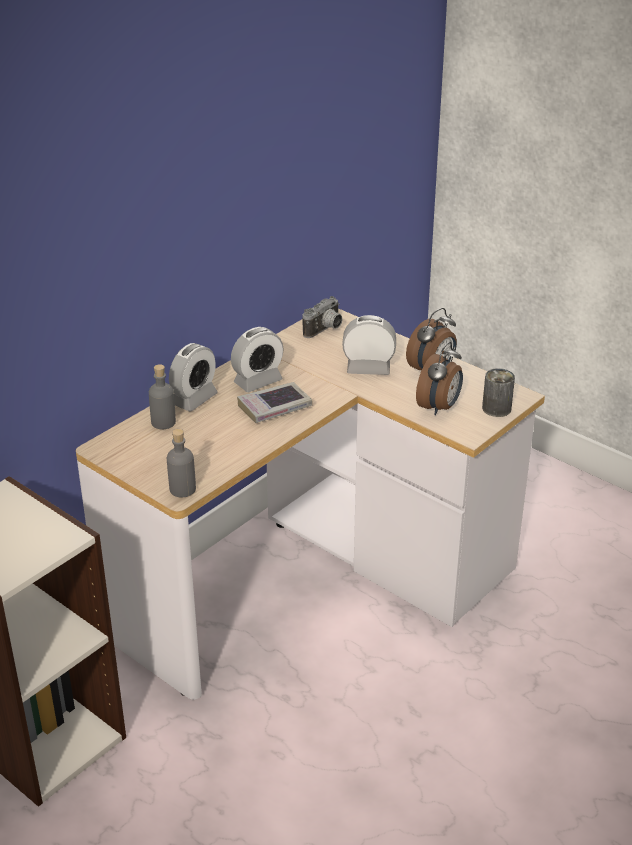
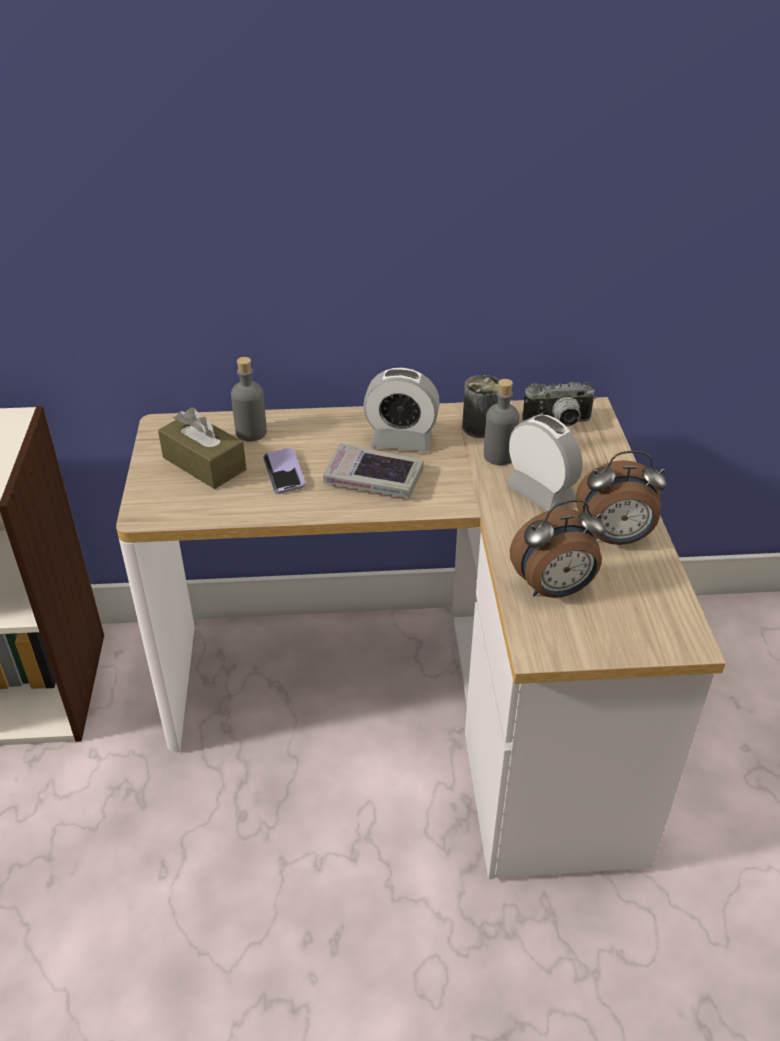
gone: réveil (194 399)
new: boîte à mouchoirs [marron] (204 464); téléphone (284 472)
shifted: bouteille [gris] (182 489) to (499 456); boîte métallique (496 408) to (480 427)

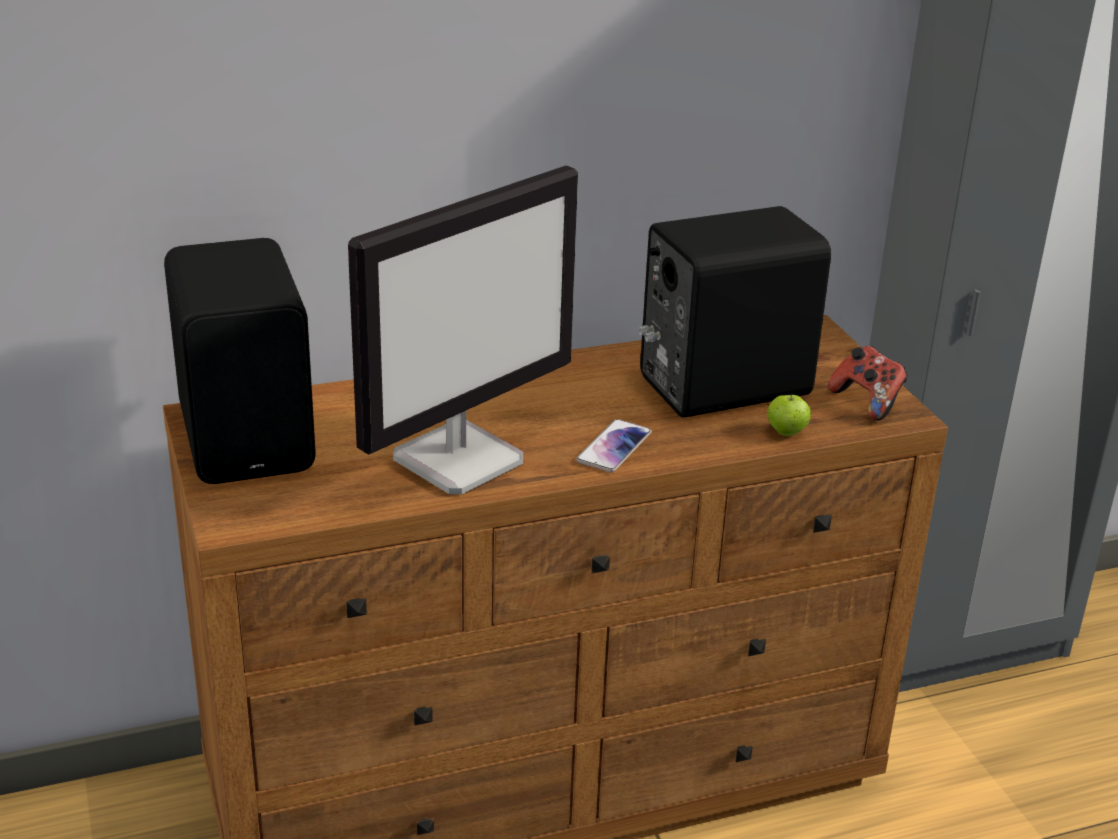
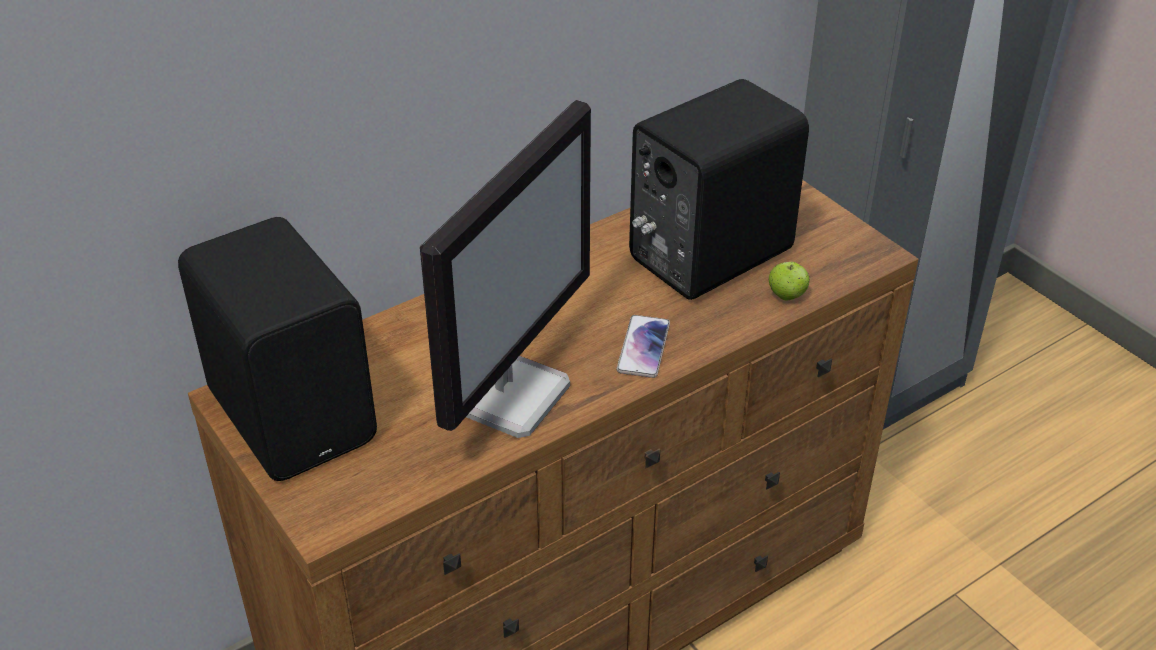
gone: manette (867 402)

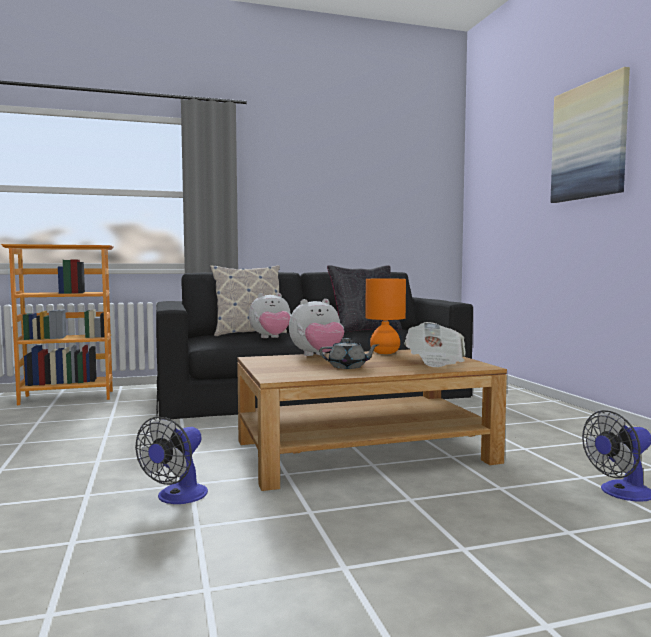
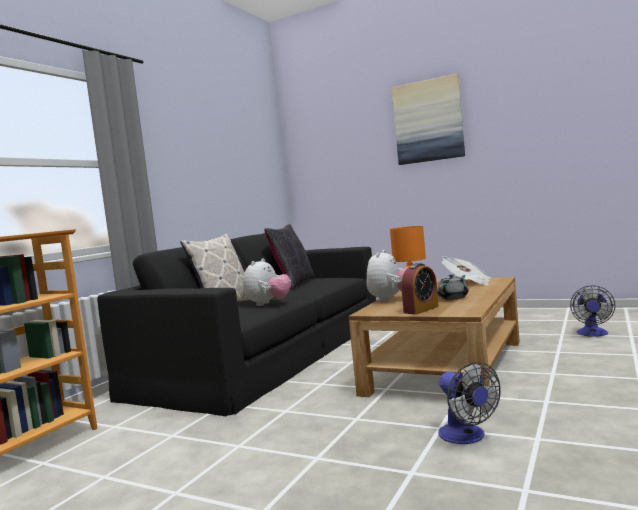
new: réveil (421 310)

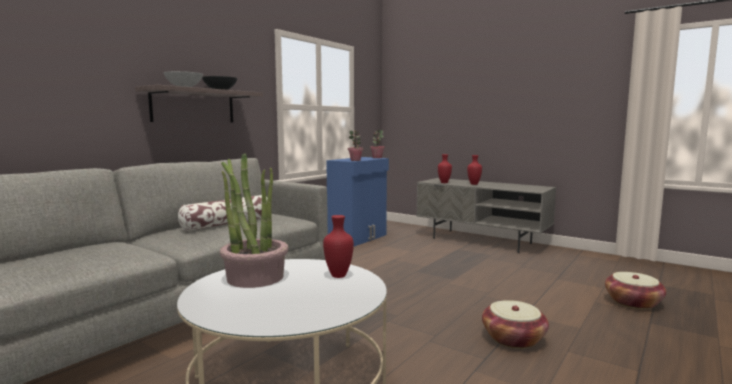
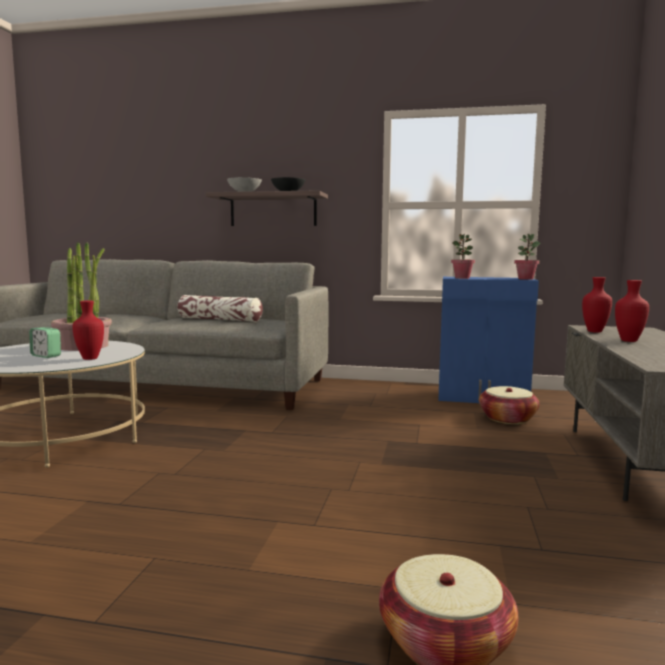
new: réveil (46 356)
shifted: panier (513 338) to (507 418)

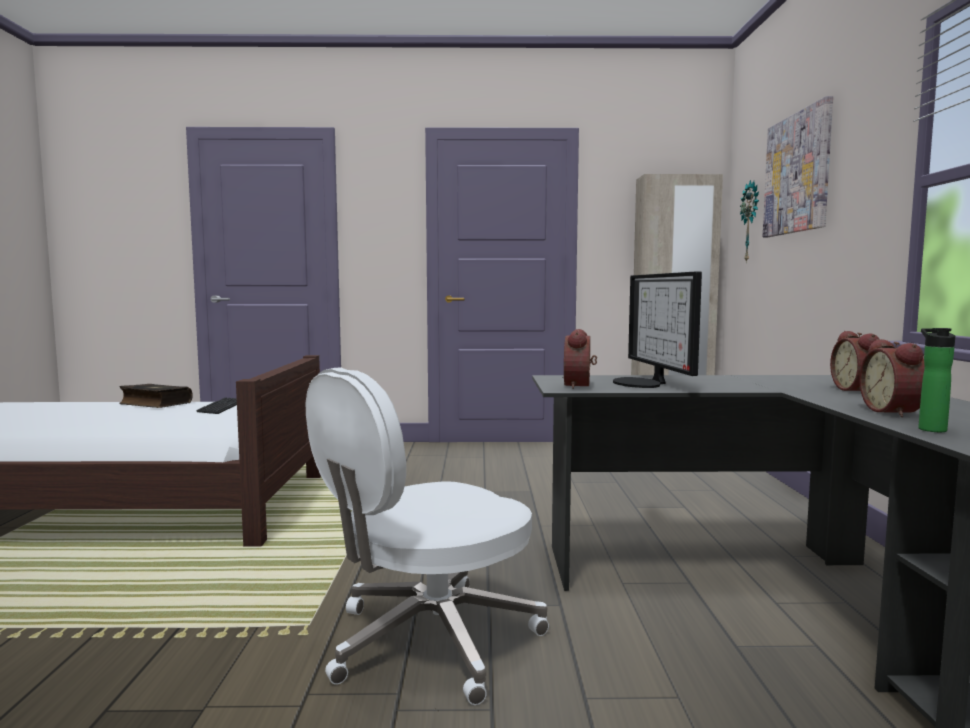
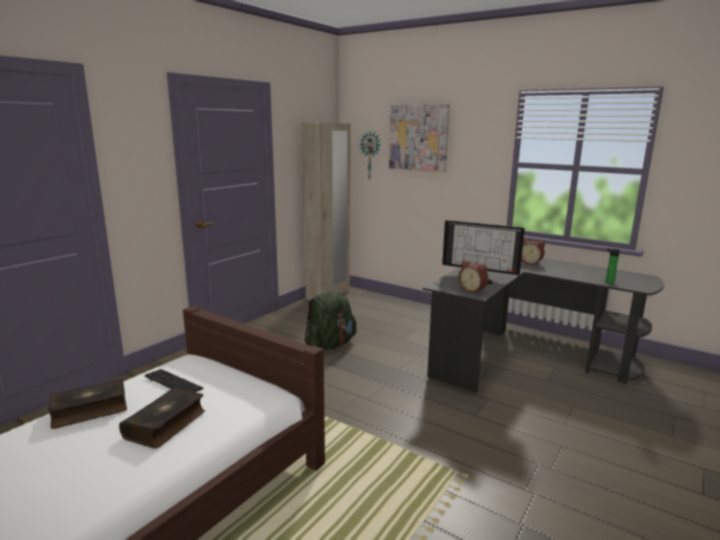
gone: chaise de bureau [blanc] (429 641); réveil (894 412)
new: livre (166 425); sac à dos [vert] (330 345)

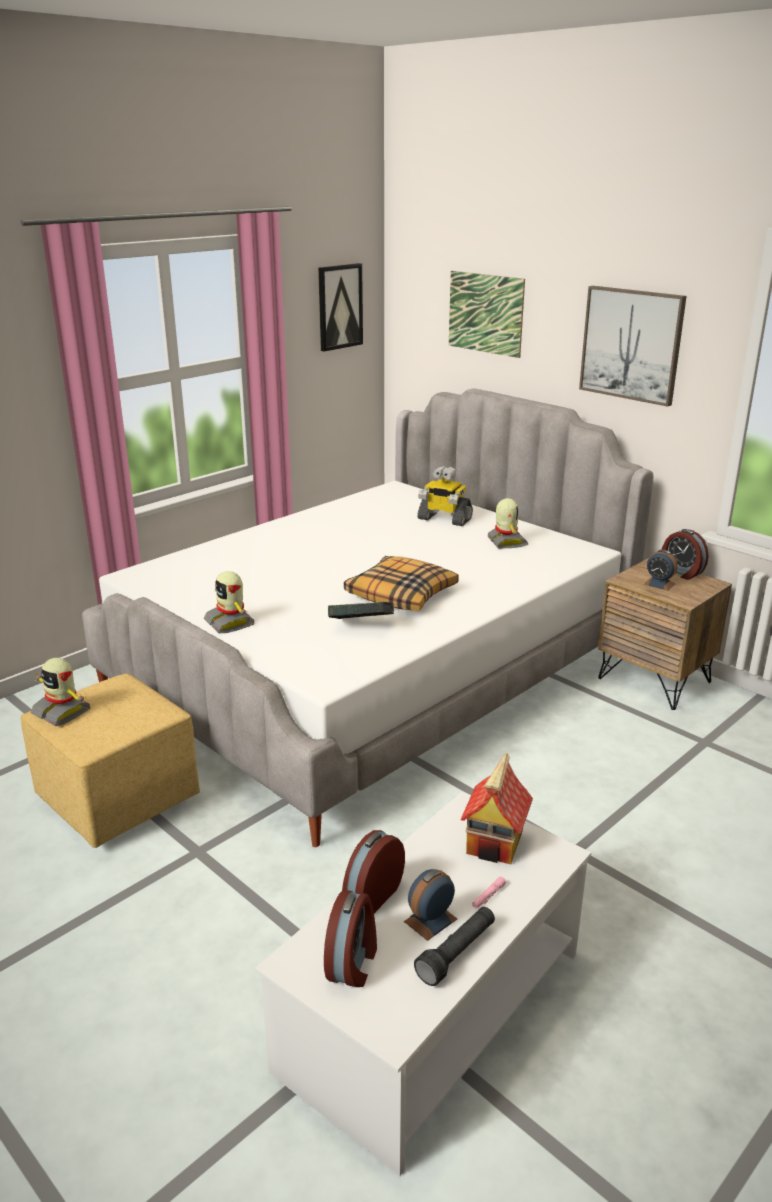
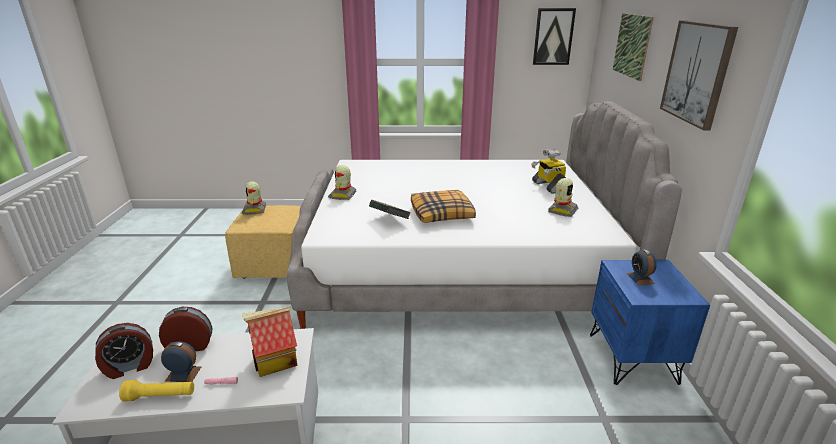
gone: réveil (680 572)
repainted: lampe de poche [noir] (457 953) to lampe de poche [jaune] (160 396); table de chevet [marron] (655 680) to table de chevet [bleu] (633 358)

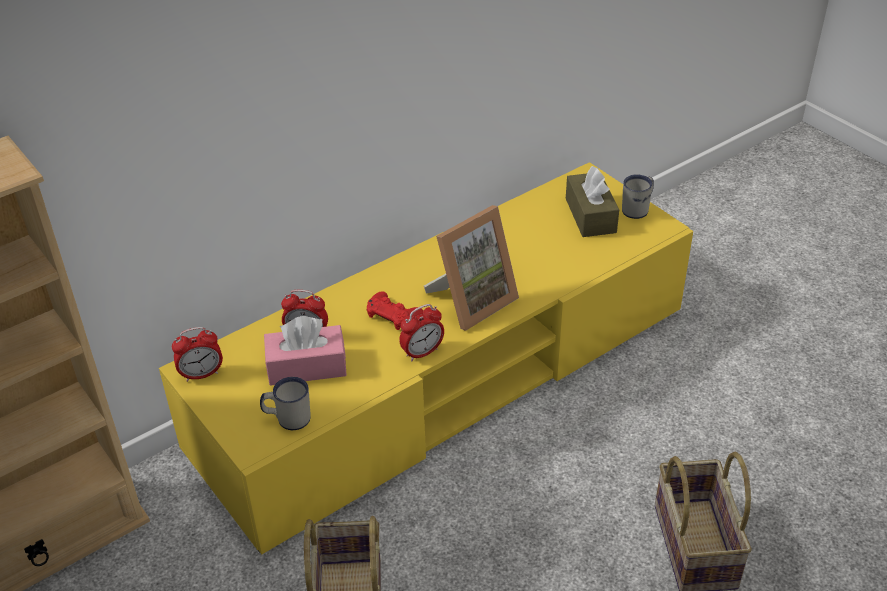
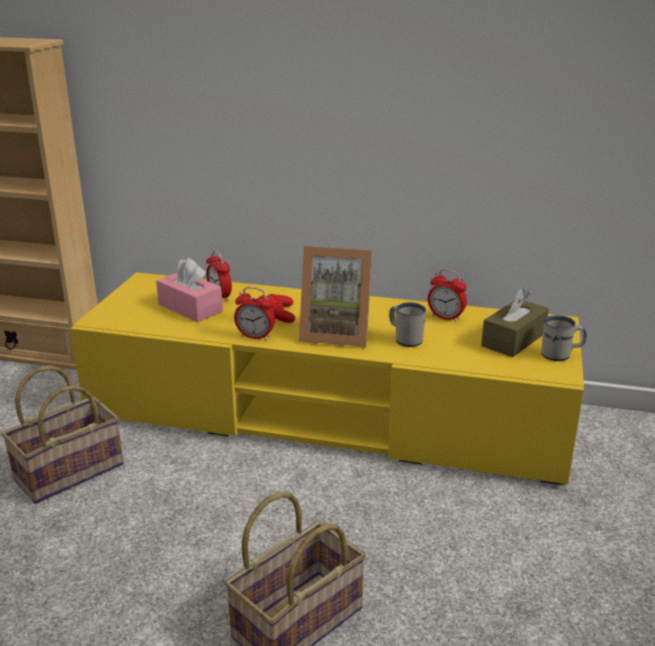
shifted: réveil (201 374) to (445 318); mug [blanc] (288 418) to (405 339)

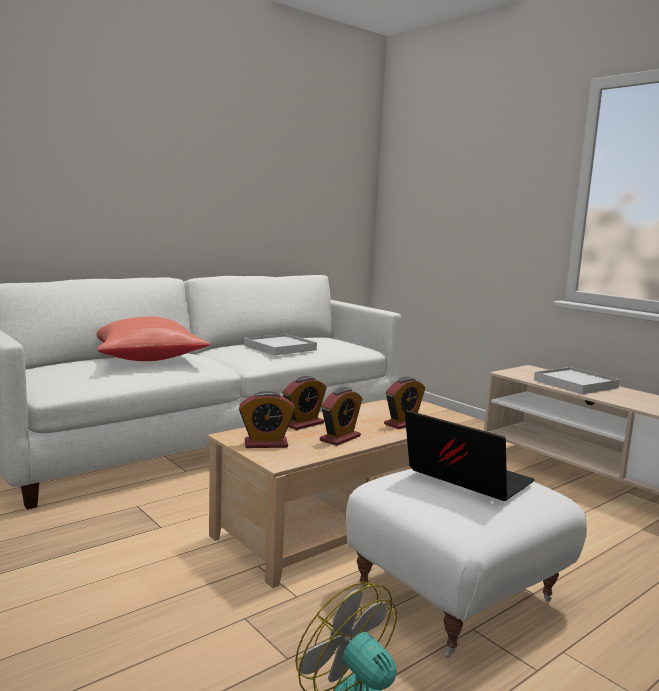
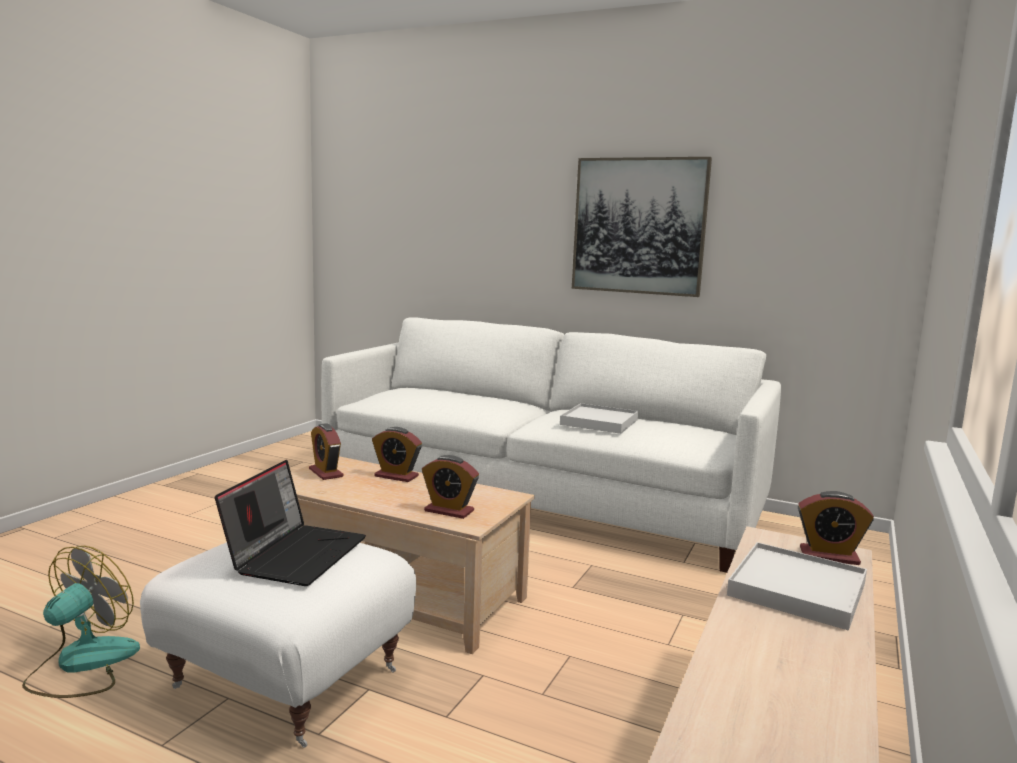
gone: coussin [rouge] (147 358)
new: tableau (639 226)
shifted: réveil (340 438) to (829 556)

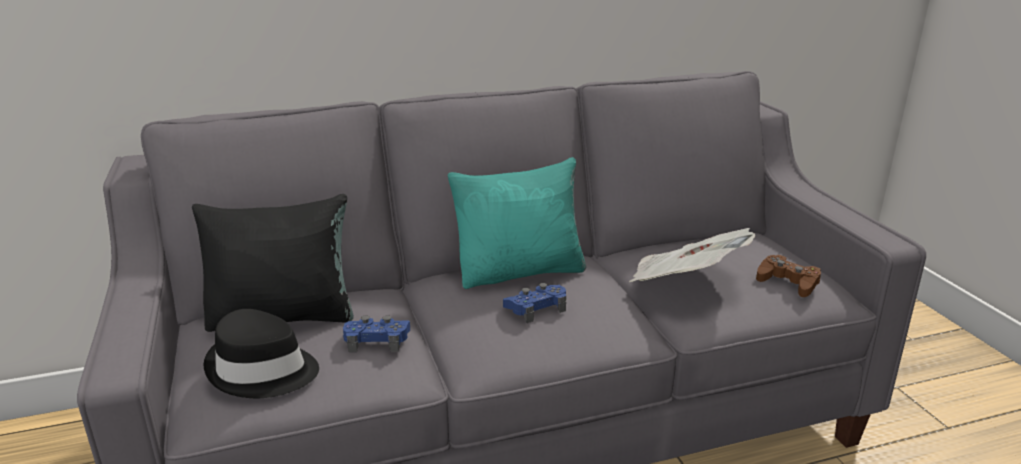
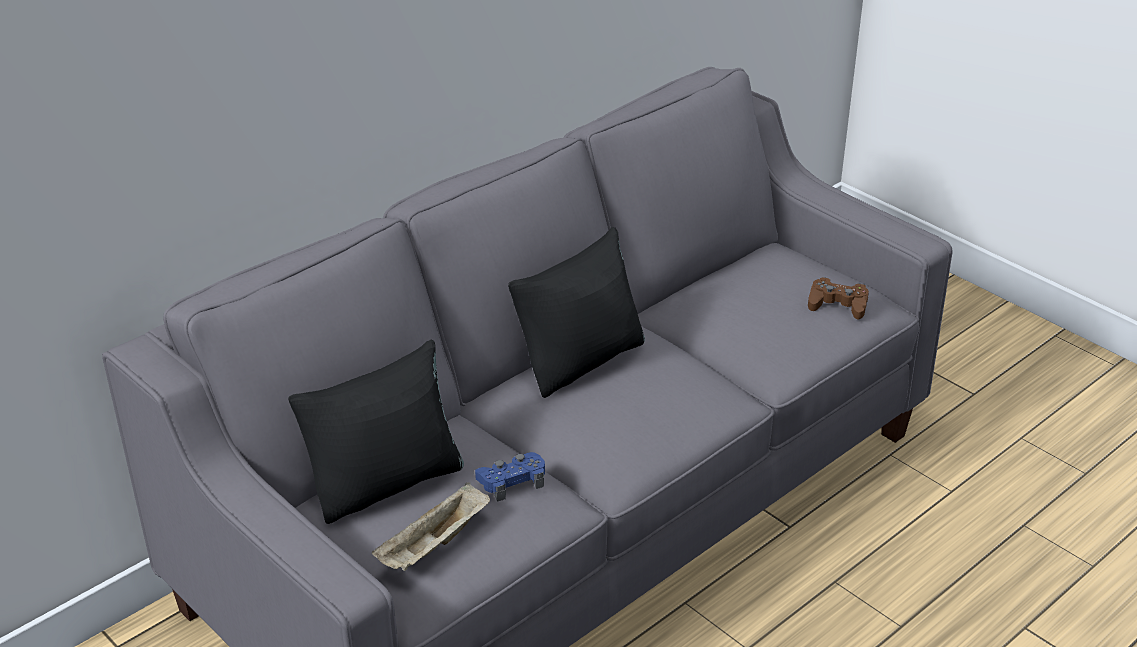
gone: manette [bleu] (536 308); journal (684 283)
swapped: chapeau [noir] (262 371) to plateau [beige] (434 546)
repainted: coussin [turquoise] (520 272) to coussin [noir] (581 361)

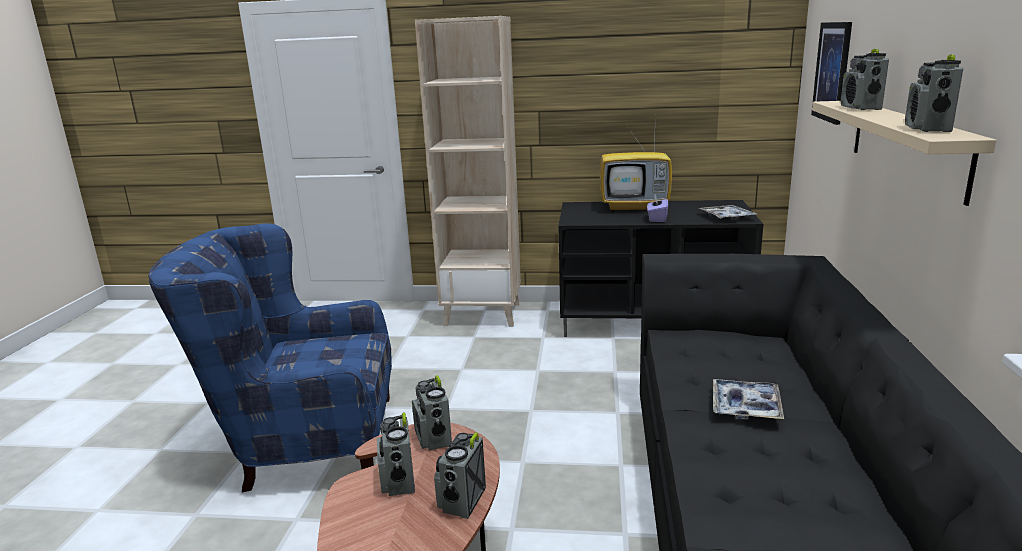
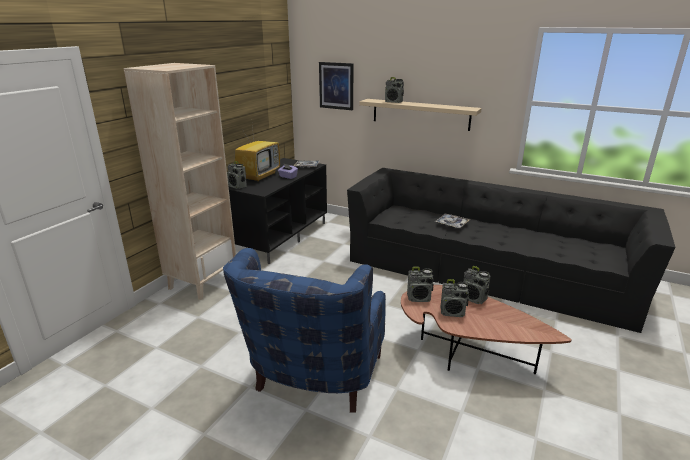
shifted: radio (927 129) to (237 186)

